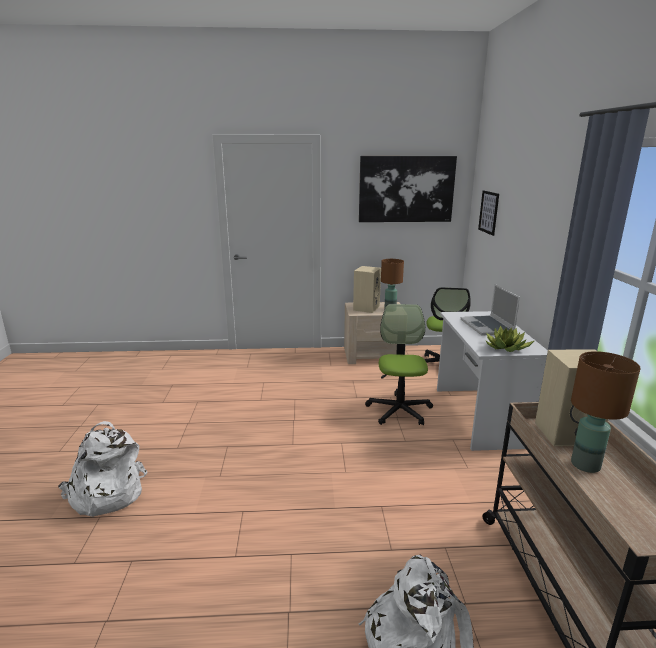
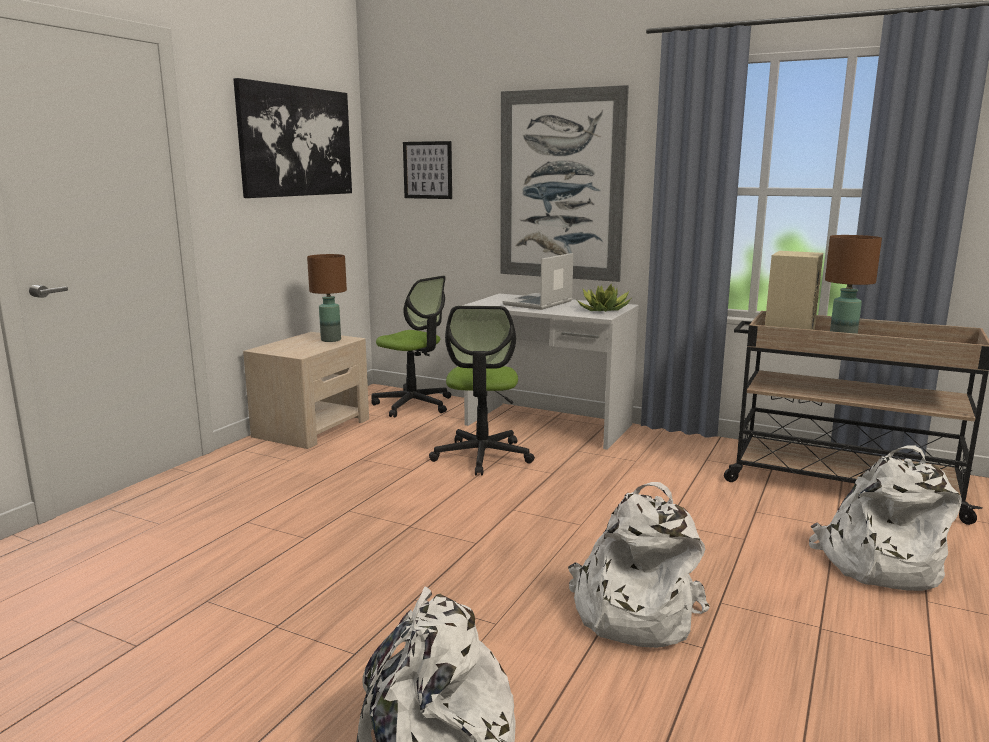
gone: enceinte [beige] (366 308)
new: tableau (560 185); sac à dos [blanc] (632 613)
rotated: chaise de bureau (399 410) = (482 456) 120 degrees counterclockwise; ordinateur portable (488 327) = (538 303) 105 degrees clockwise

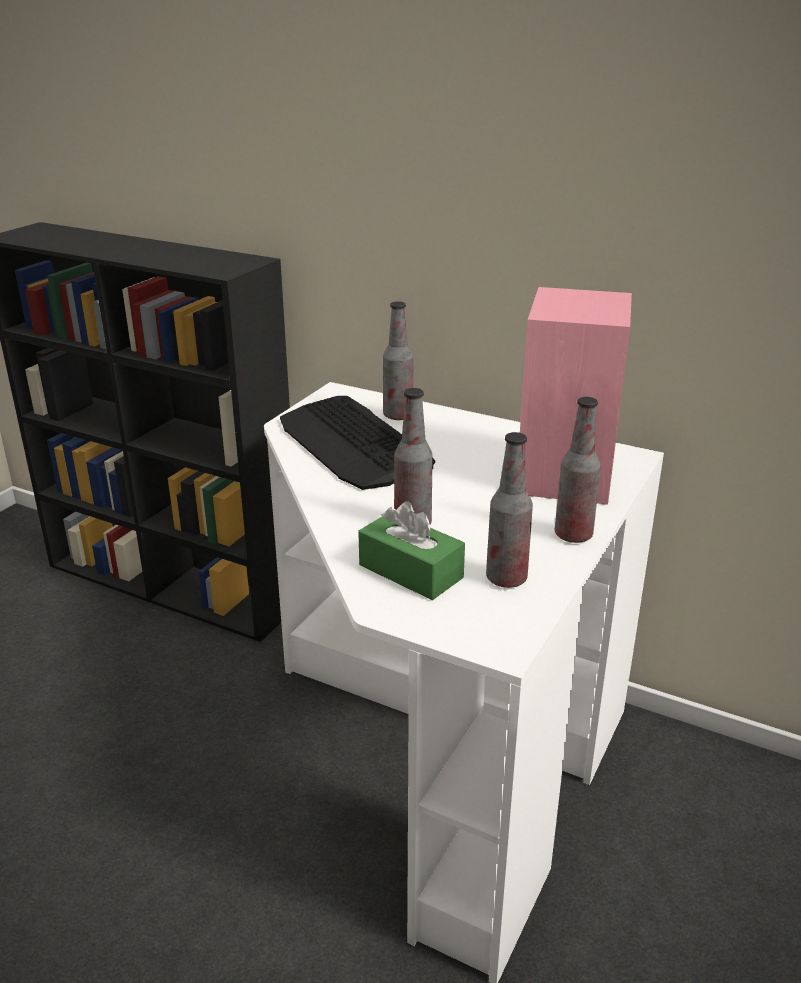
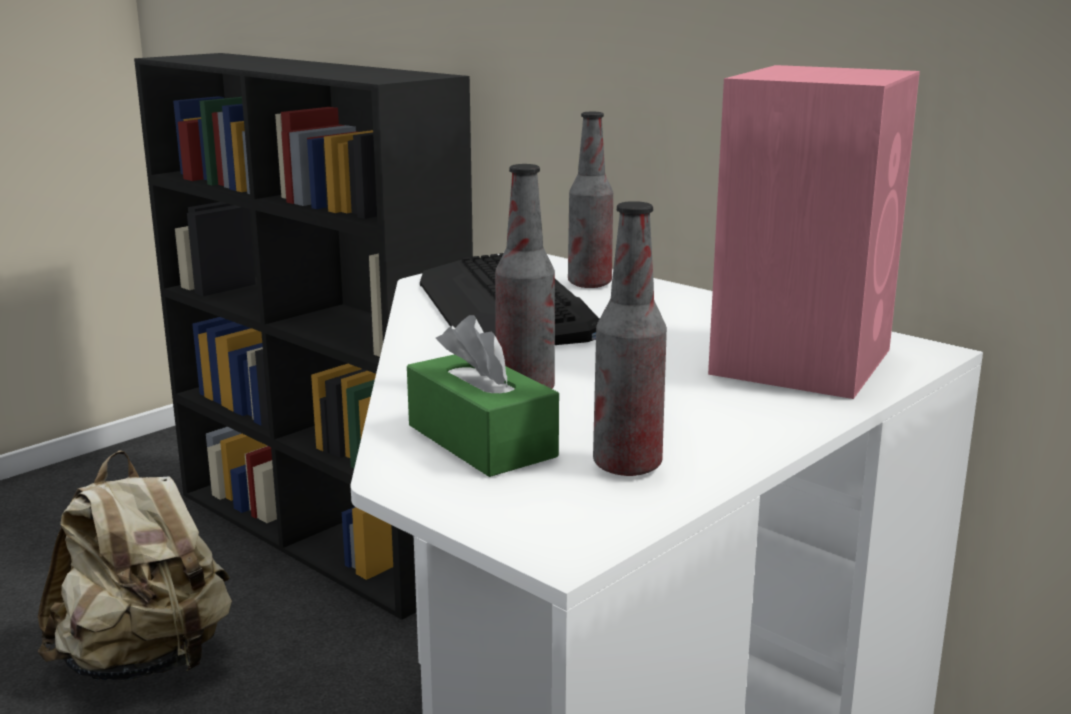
gone: bouteille (573 535)
new: sac à dos [beige] (145 661)

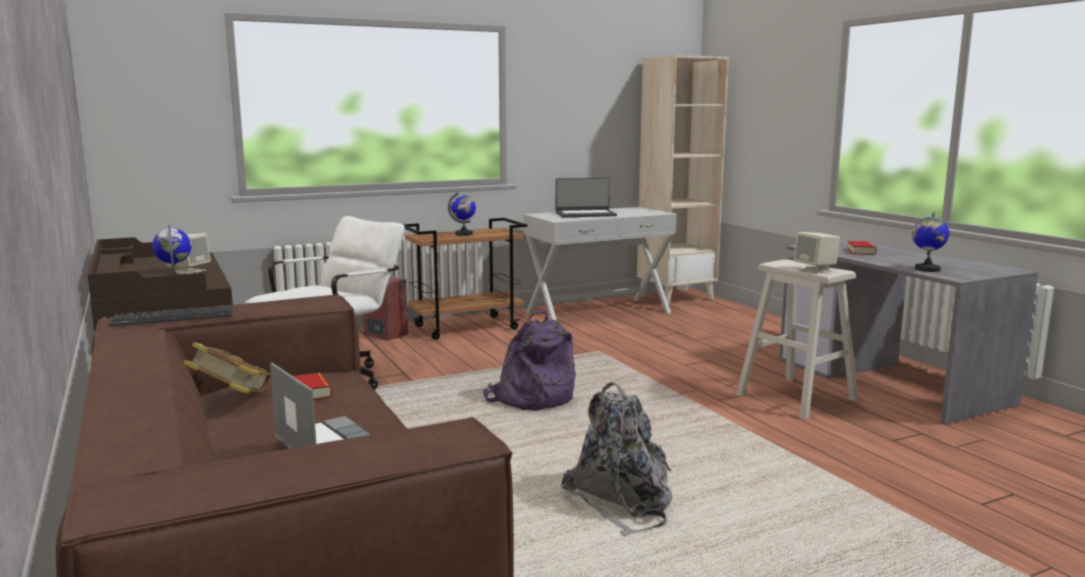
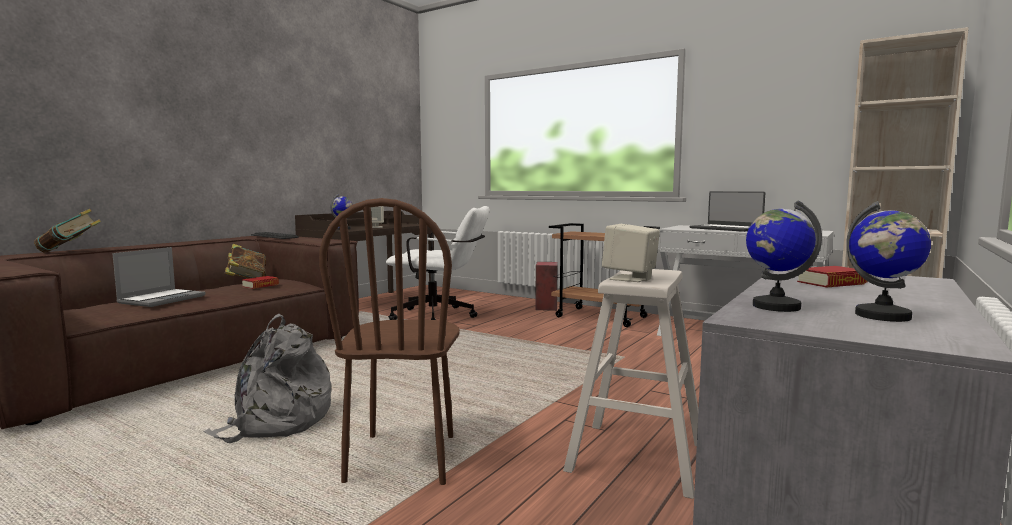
gone: sac à dos [violet] (531 398)
new: livre (69 251); chaise [marron] (403 459)
shifted: globe (464 234) to (882 316)

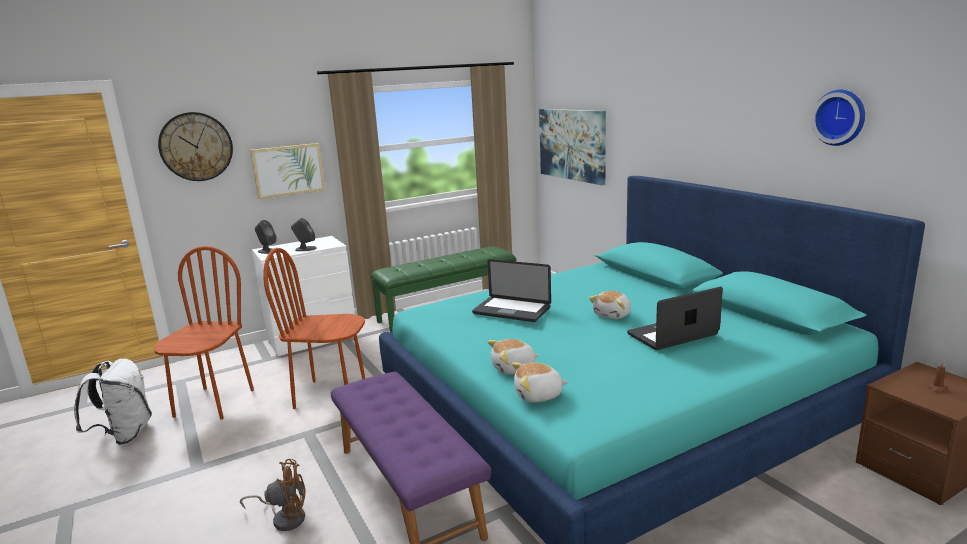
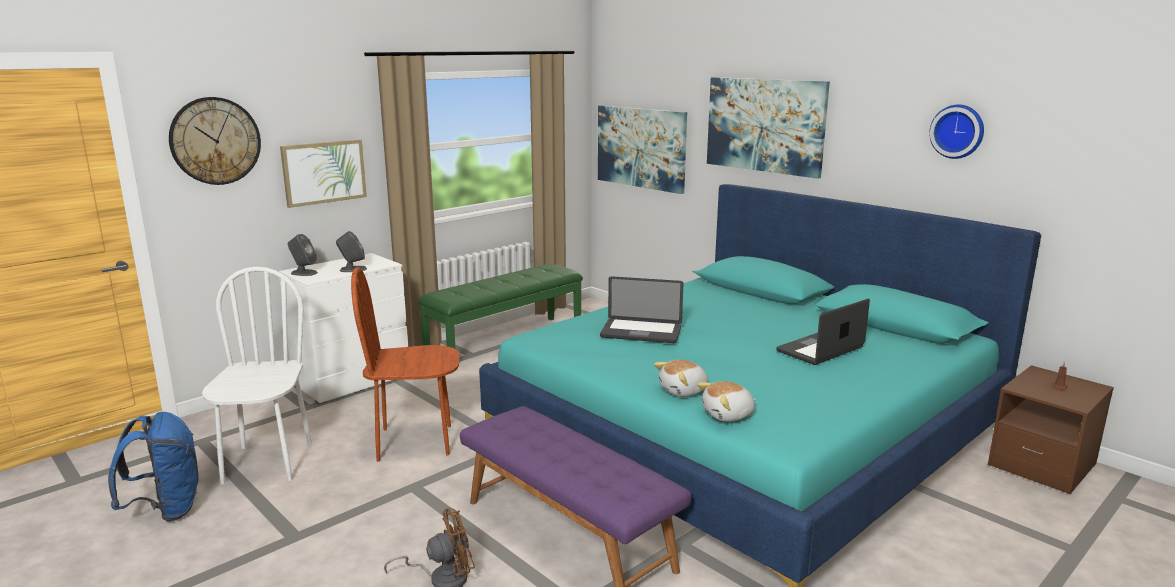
gone: peluche (613 315)
new: tableau (765 125)
repainted: sac à dos [blanc] (124 435) to sac à dos [bleu] (166 510); chaise [marron] (214 403) to chaise [blanc] (267 463)

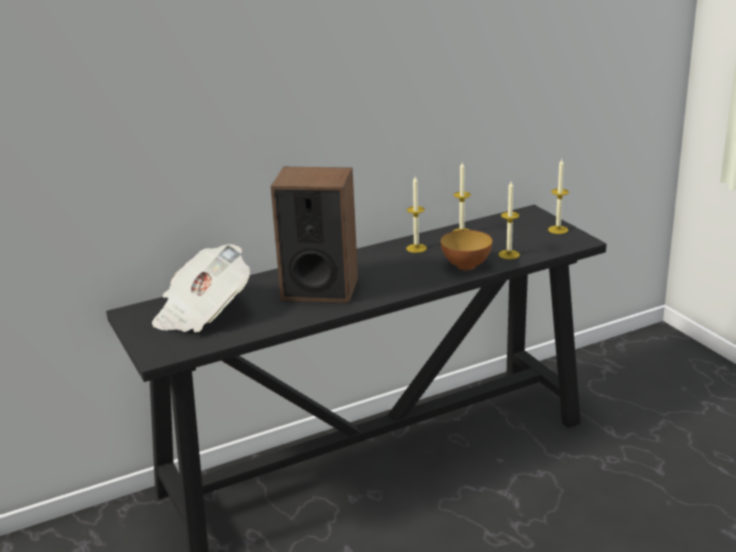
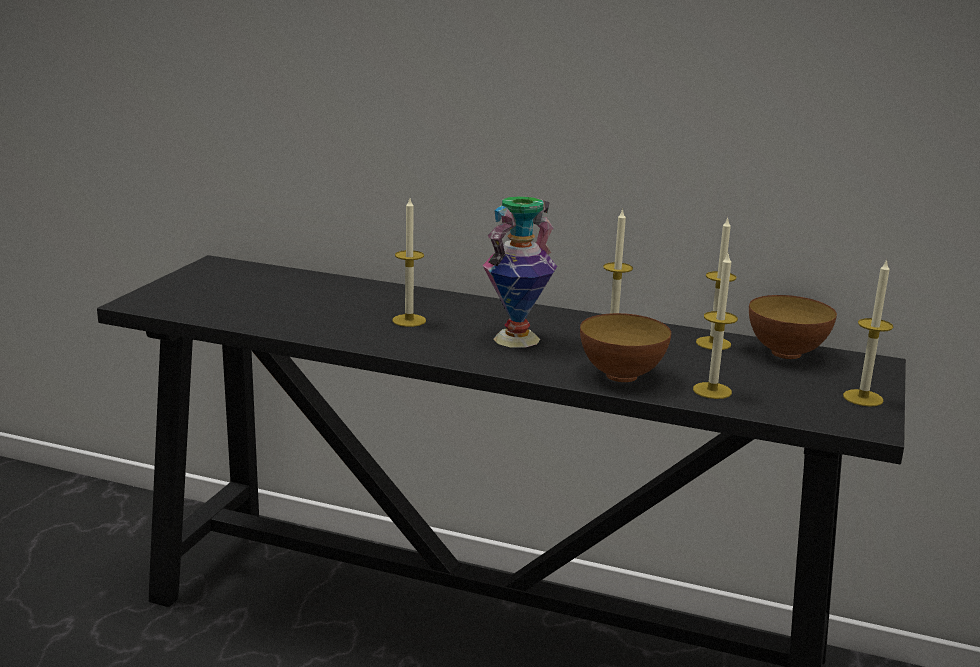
gone: journal (202 313)
new: vase (517 339); bol (786 353)
swapped: enceinte (319 289) to bougie (409 320)

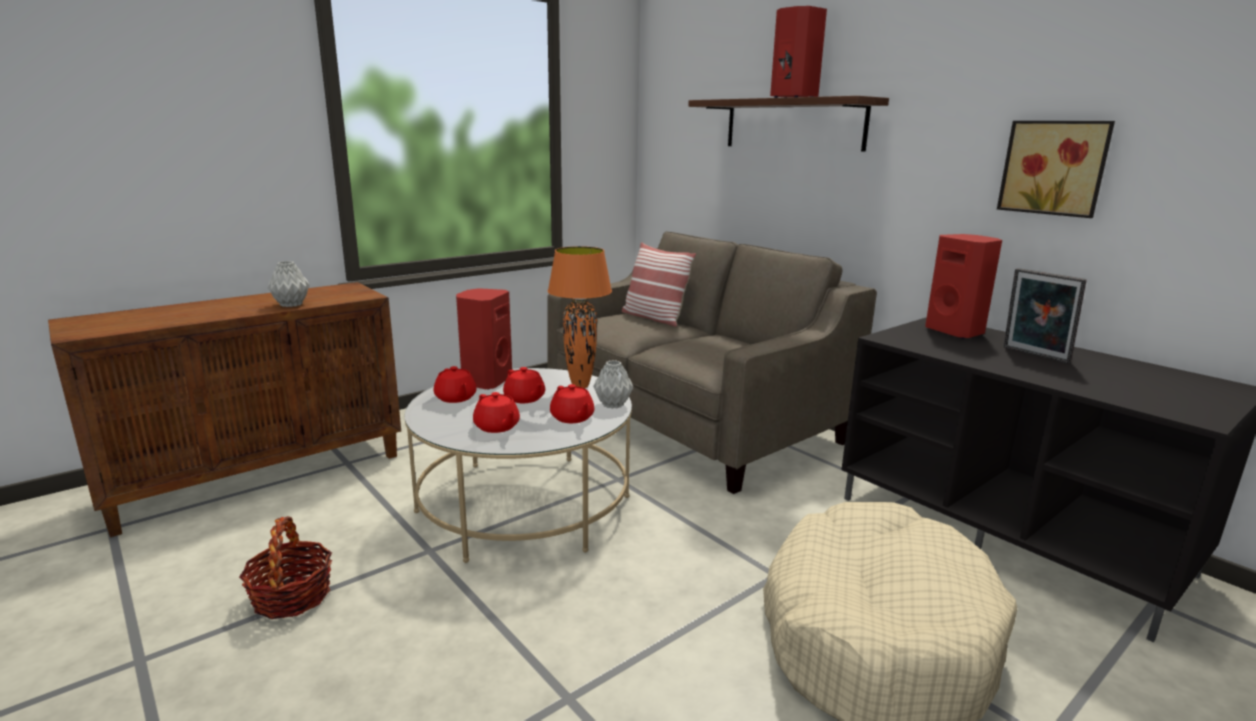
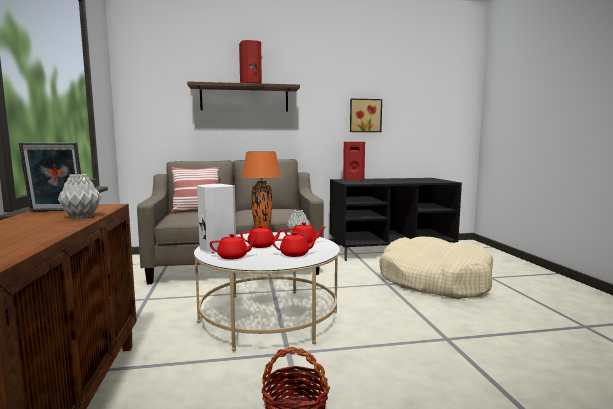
shifted: cadre photo (1034 355) to (56 211)
repainted: enceinte [rouge] (485 381) to enceinte [blanc] (216 249)

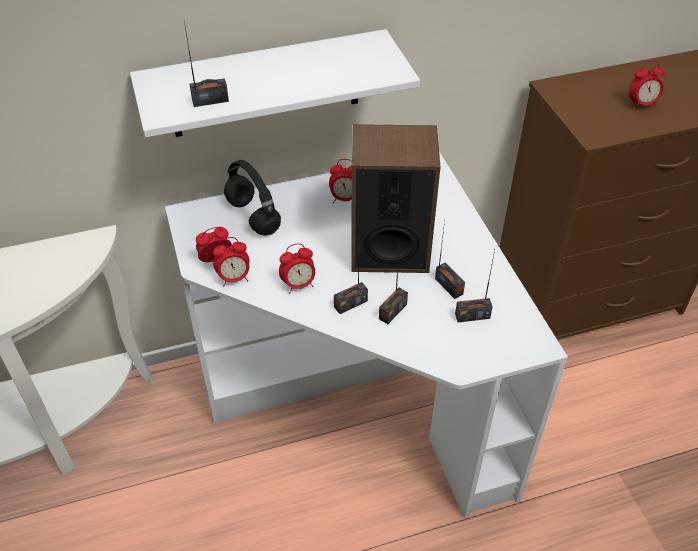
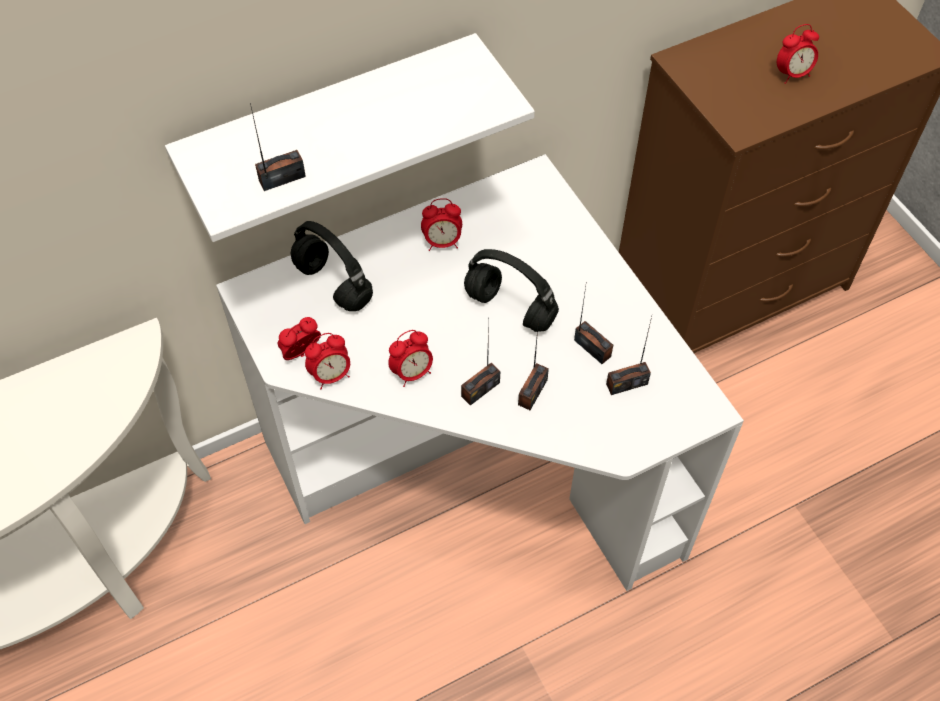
swapped: enceinte (389 250) to casque audio [noir] (512 308)

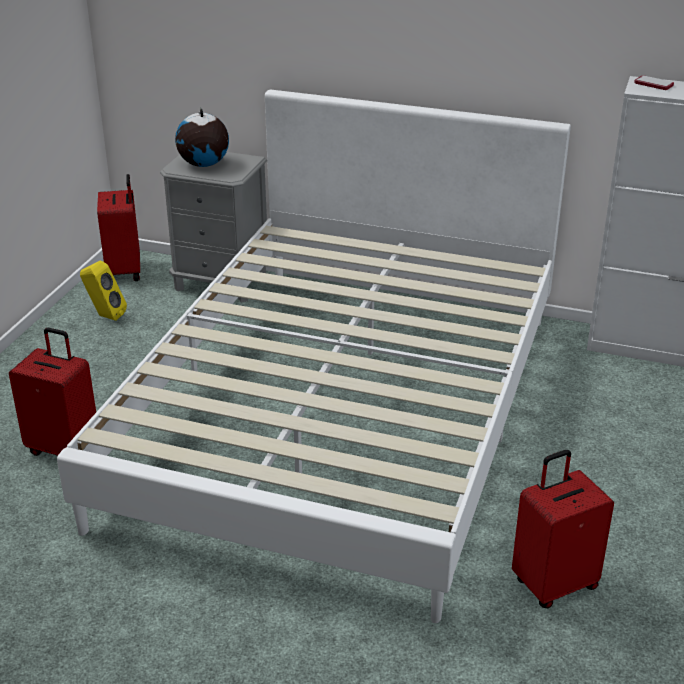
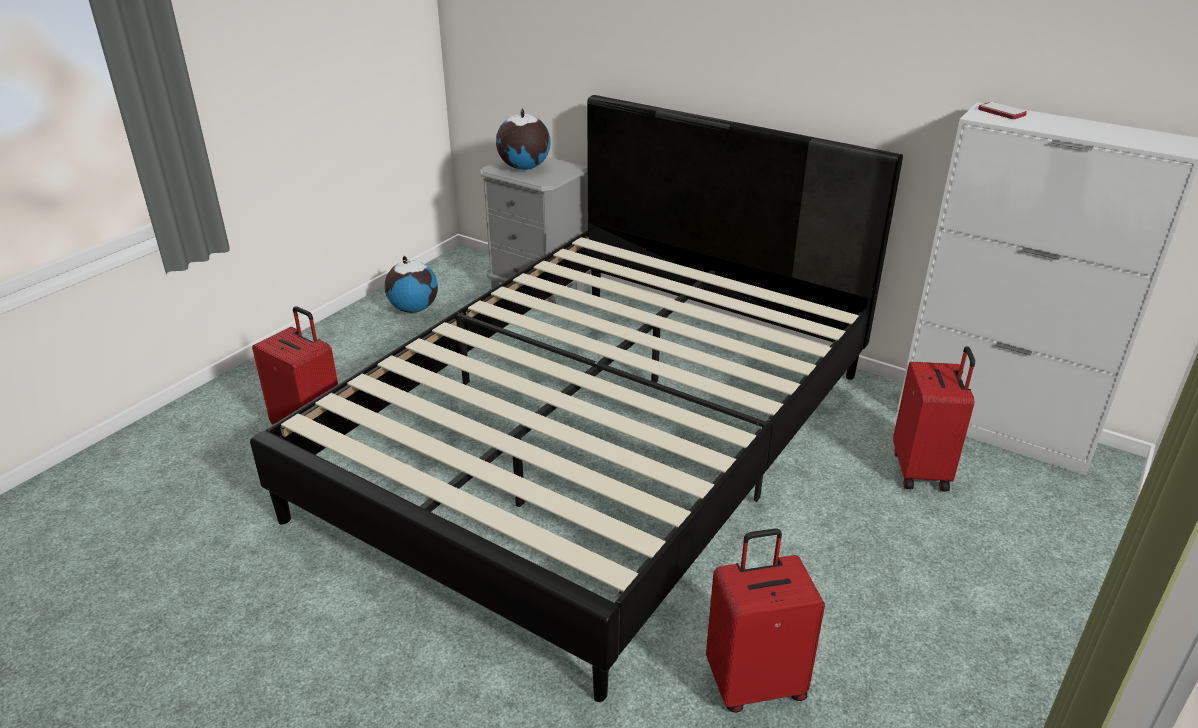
shifted: valise [rouge] (125 271) to (922 470)
swapped: enceinte [jaune] (105 316) to globe (413 309)
repainted: lit [blanc] (343 412) to lit [noir] (600 440)

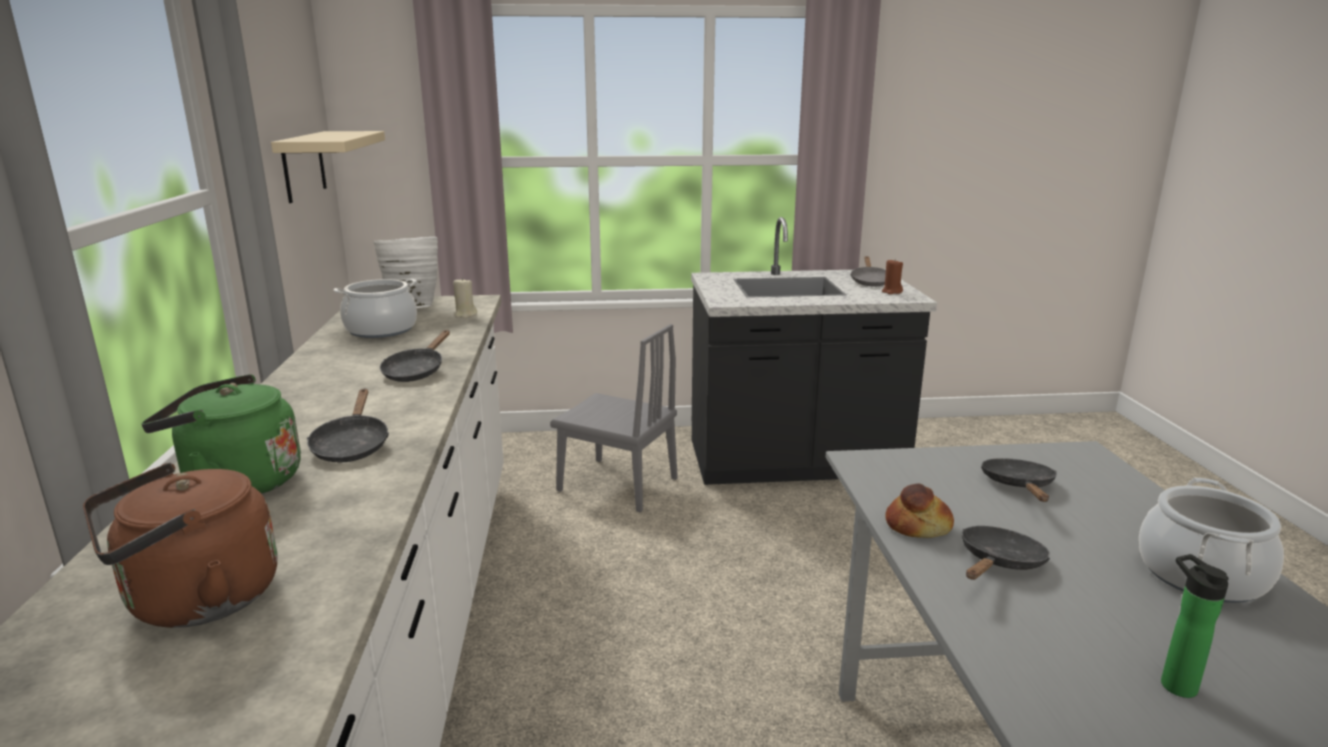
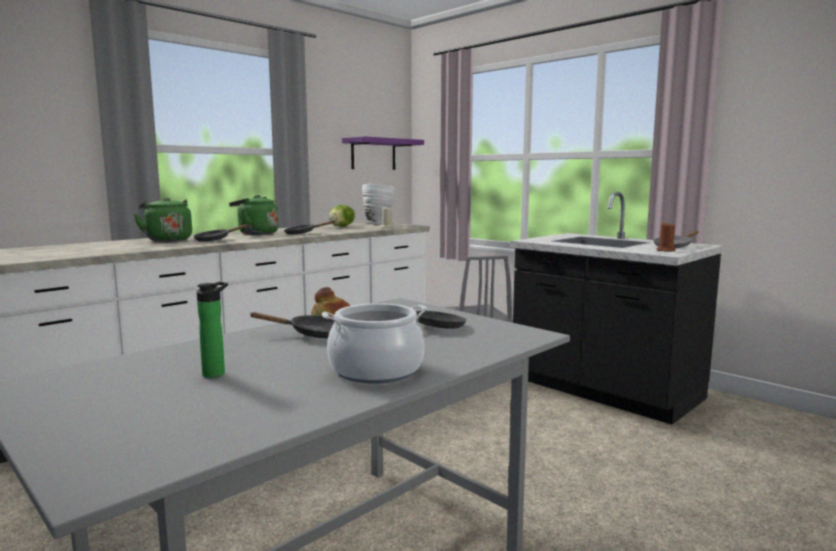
gone: bouilloire [marron] (195 602)
new: bouilloire [vert] (256 233)
swapped: marmite (381 330) to laitue (341 226)
repainted: étagère [beige] (303 166) to étagère [violet] (373 154)

